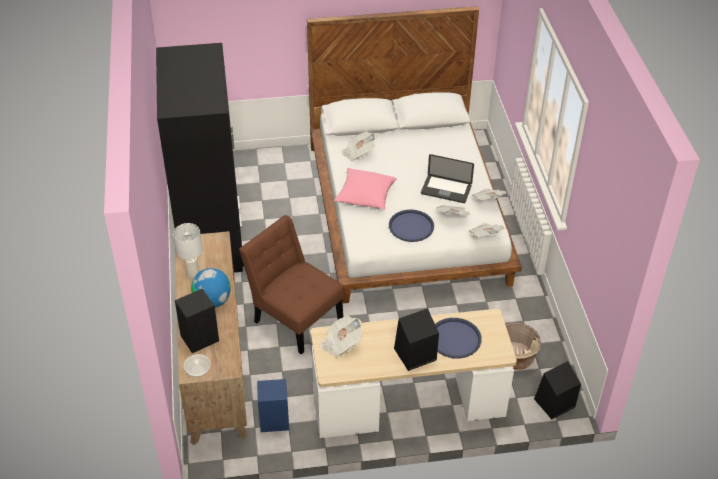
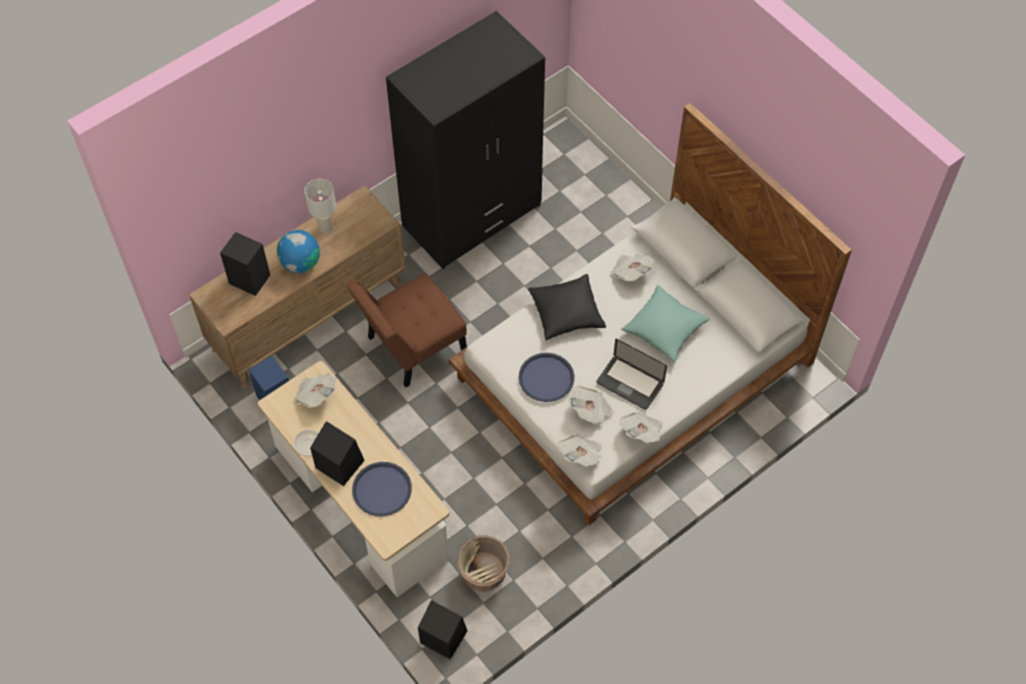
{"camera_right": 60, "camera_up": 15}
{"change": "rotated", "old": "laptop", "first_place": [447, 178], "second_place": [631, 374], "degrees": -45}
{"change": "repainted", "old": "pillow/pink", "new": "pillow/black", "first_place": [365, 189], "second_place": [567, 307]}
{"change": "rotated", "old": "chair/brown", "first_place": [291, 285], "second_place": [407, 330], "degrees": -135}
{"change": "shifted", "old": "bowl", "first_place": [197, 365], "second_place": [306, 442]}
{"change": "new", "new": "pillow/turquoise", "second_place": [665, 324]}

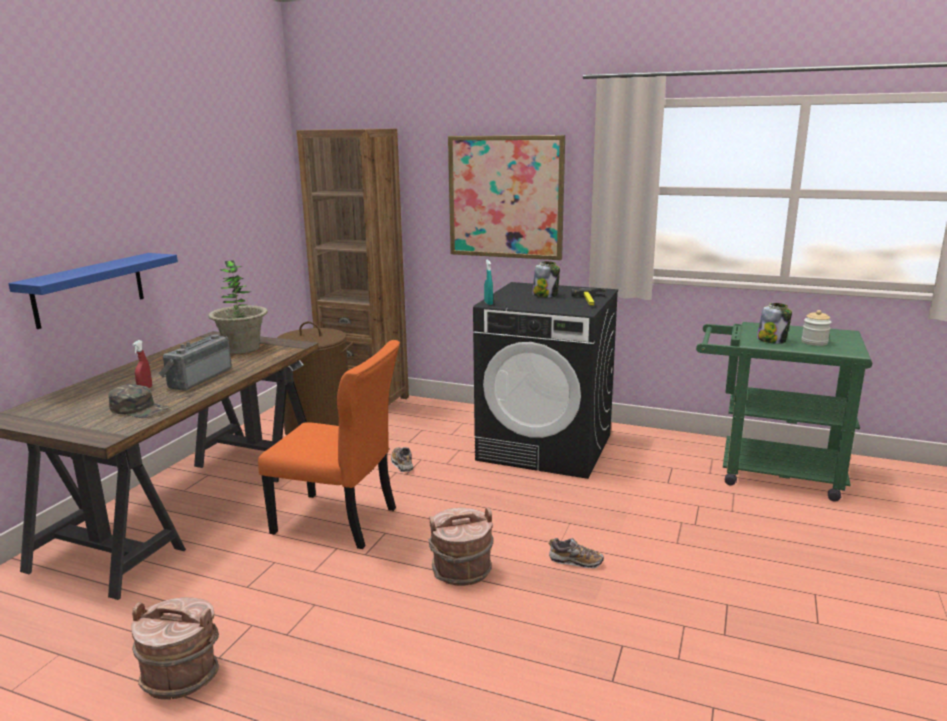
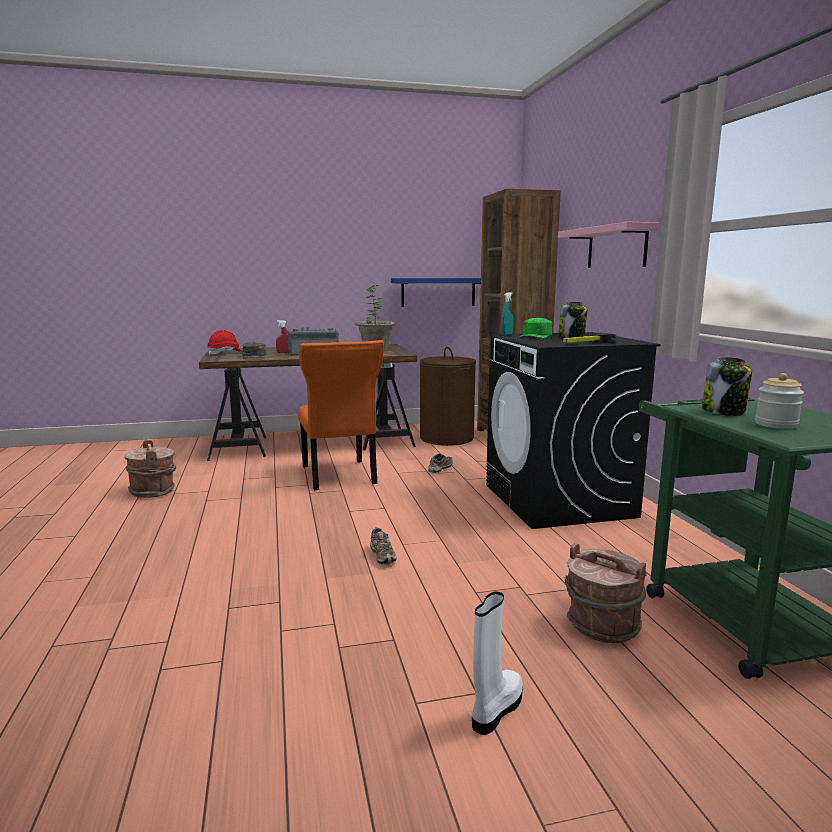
{"camera_right": 55, "camera_up": -5}
{"change": "swapped", "old": "picture", "new": "shelf/pink", "first_place": [506, 197], "second_place": [608, 245]}
{"change": "shifted", "old": "shelf/blue", "first_place": [93, 291], "second_place": [436, 292]}
{"change": "shifted", "old": "bucket/brown", "first_place": [460, 546], "second_place": [606, 593]}
{"change": "new", "new": "cap/green", "second_place": [535, 328]}
{"change": "new", "new": "hard hat/red", "second_place": [224, 342]}
{"change": "new", "new": "boot/white", "second_place": [497, 663]}

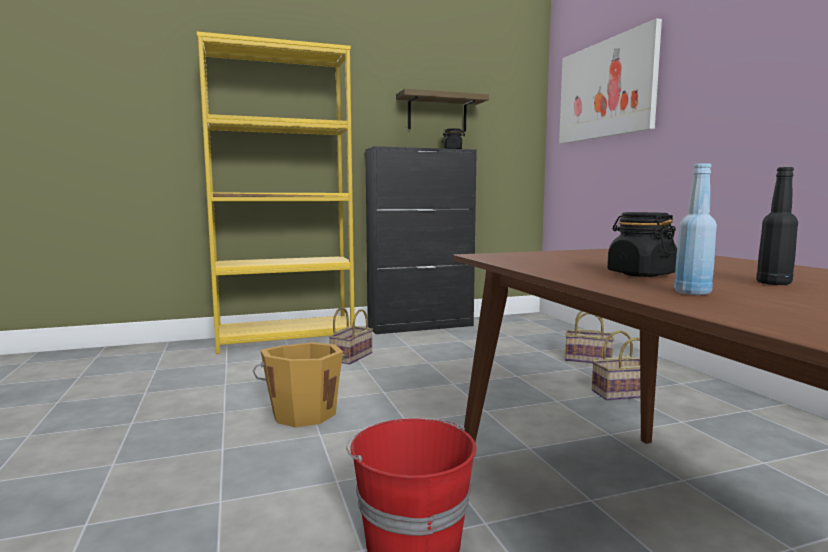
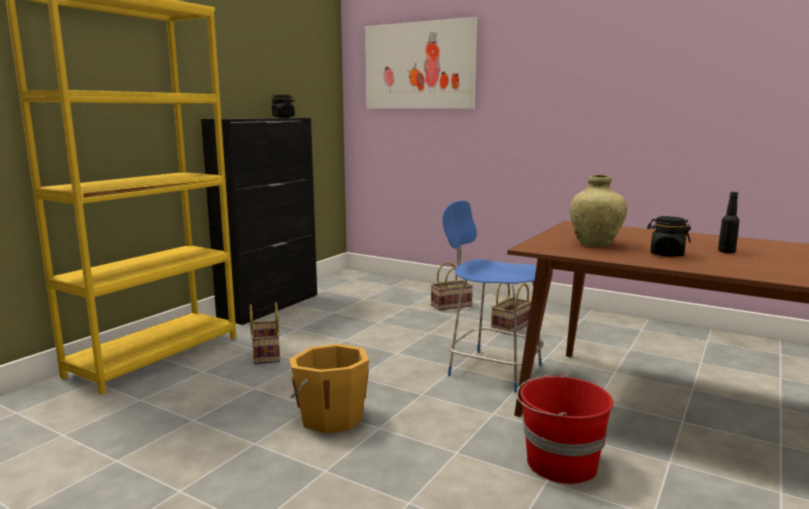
{"camera_right": -40, "camera_up": 5}
{"change": "gone", "old": "shelf", "first_place": [442, 110]}
{"change": "gone", "old": "bottle/blue", "first_place": [695, 229]}
{"change": "new", "new": "vase/beige", "second_place": [598, 211]}
{"change": "new", "new": "stool/blue", "second_place": [493, 297]}

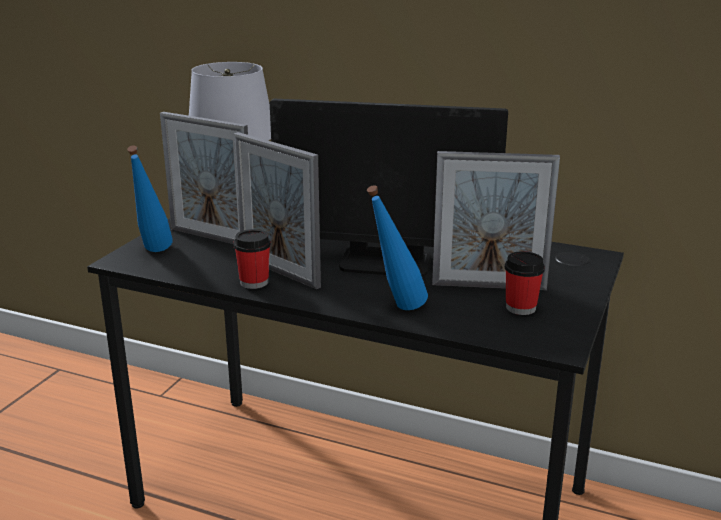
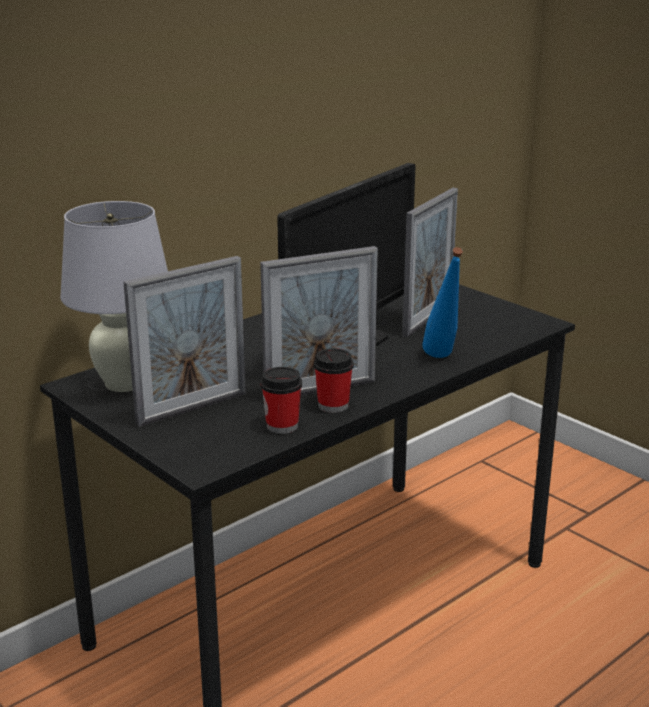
{"camera_right": -65, "camera_up": 0}
{"change": "gone", "old": "bottle/blue", "first_place": [150, 199]}
{"change": "shifted", "old": "cup", "first_place": [525, 283], "second_place": [281, 400]}

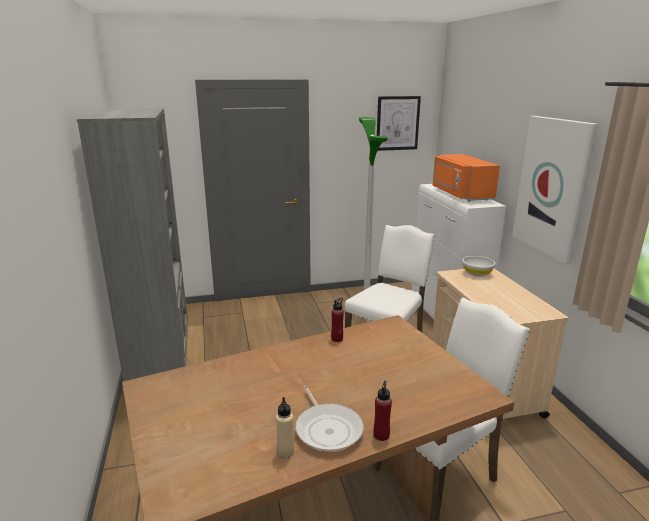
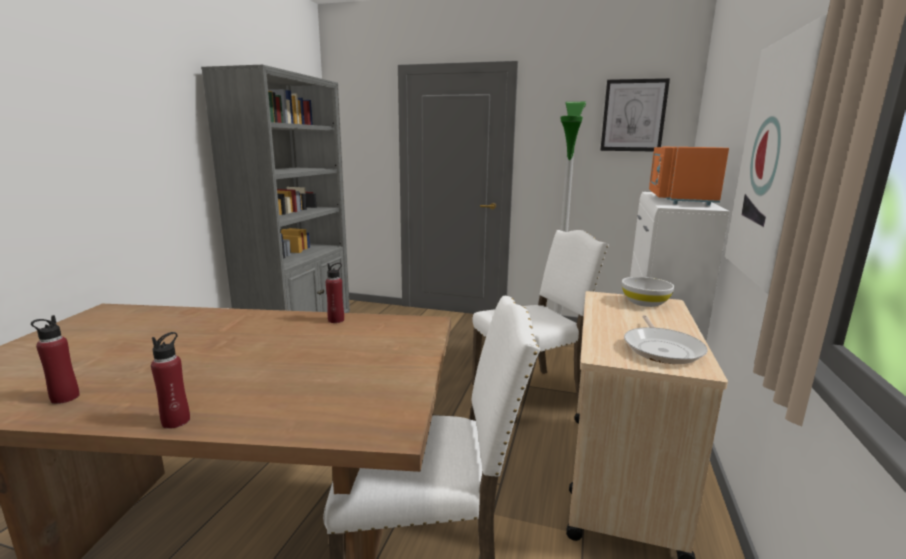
{"camera_right": 30, "camera_up": -5}
{"change": "shifted", "old": "frying pan", "first_place": [329, 419], "second_place": [666, 339]}
{"change": "repainted", "old": "bottle/beige", "new": "bottle/red", "first_place": [285, 427], "second_place": [55, 359]}

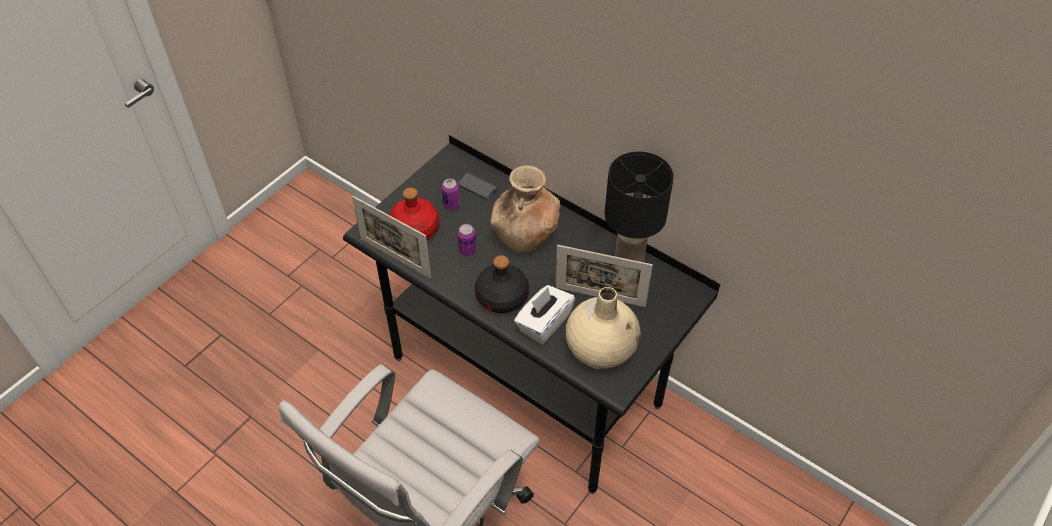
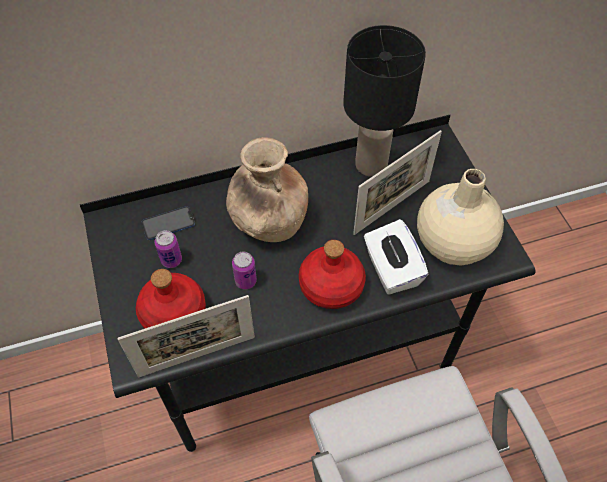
{"camera_right": -55, "camera_up": 5}
{"change": "repainted", "old": "bottle/black", "new": "bottle/red", "first_place": [502, 284], "second_place": [332, 274]}

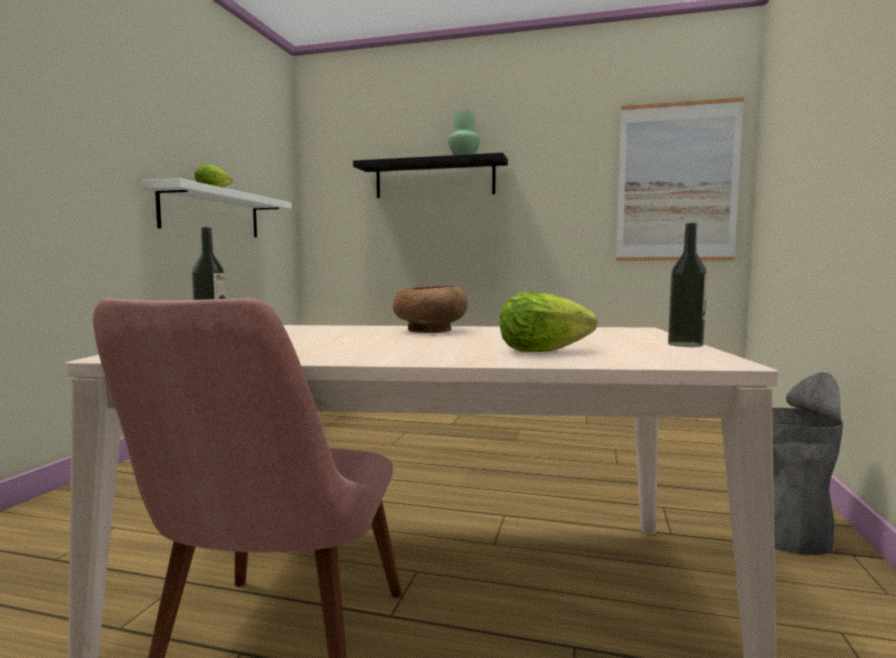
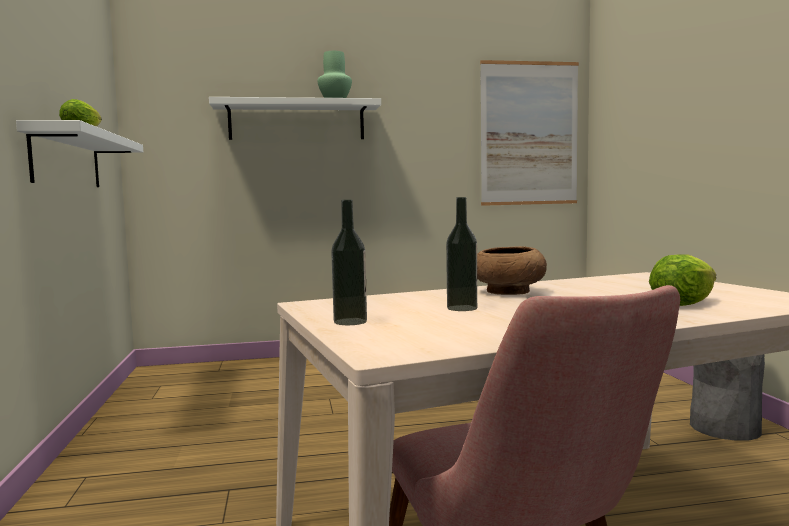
{"camera_right": -25, "camera_up": 0}
{"change": "repainted", "old": "shelf/black", "new": "shelf/white", "first_place": [430, 175], "second_place": [295, 118]}
{"change": "shifted", "old": "bottle", "first_place": [687, 285], "second_place": [461, 254]}

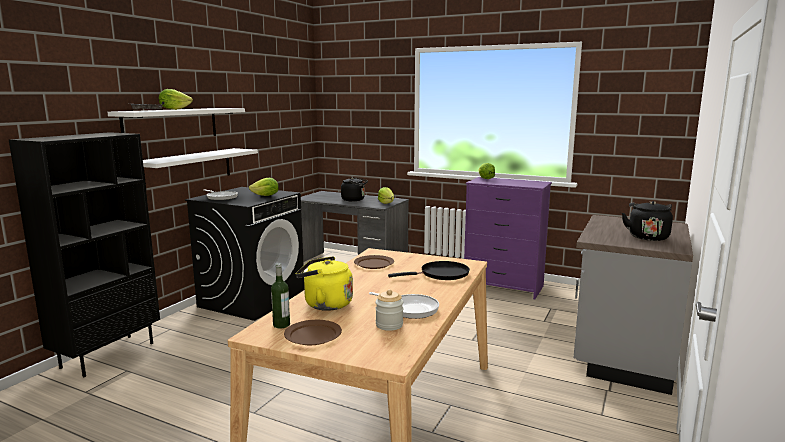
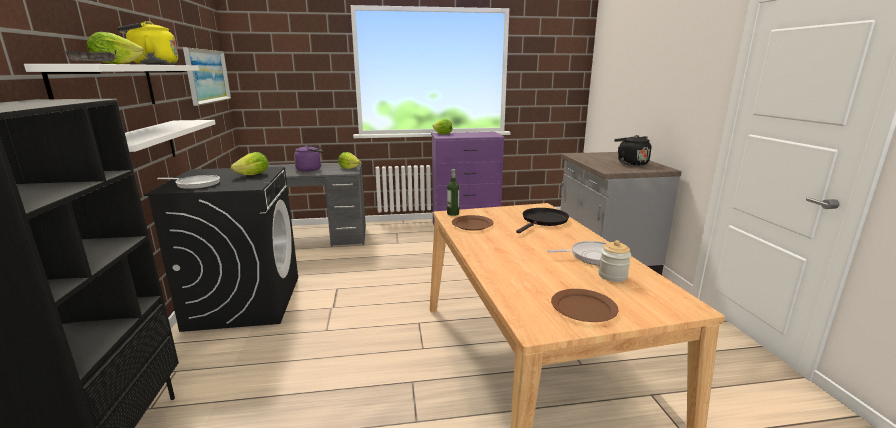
{"camera_right": -35, "camera_up": 5}
{"change": "repainted", "old": "kettle/black", "new": "kettle/purple", "first_place": [354, 189], "second_place": [308, 158]}
{"change": "shifted", "old": "kettle/yellow", "first_place": [324, 283], "second_place": [147, 43]}
{"change": "shifted", "old": "bottle", "first_place": [280, 296], "second_place": [453, 192]}
{"change": "new", "new": "picture", "second_place": [207, 77]}

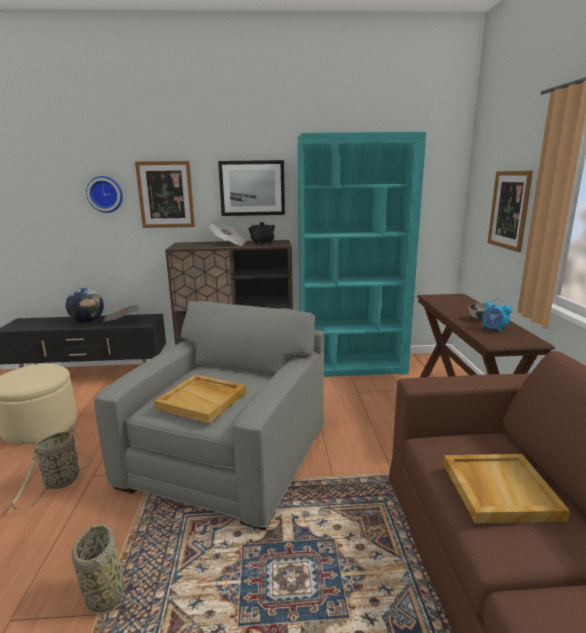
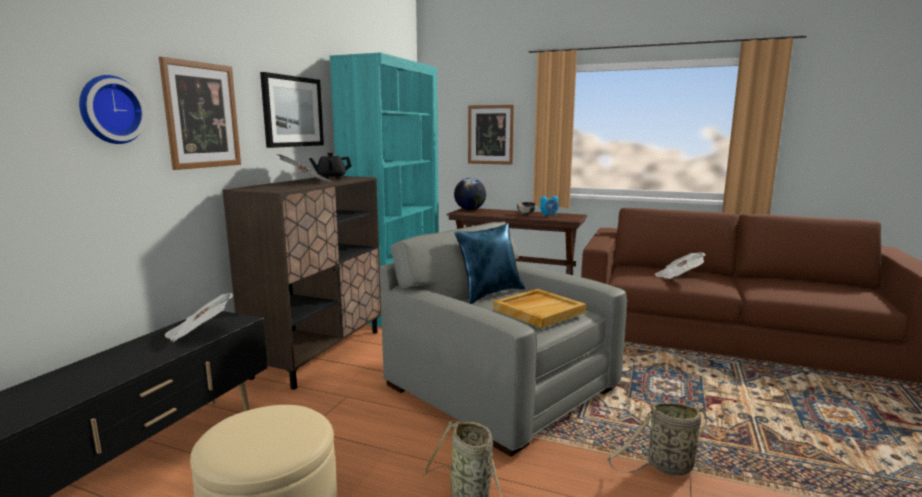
{"camera_right": -65, "camera_up": -5}
{"change": "shifted", "old": "globe", "first_place": [85, 305], "second_place": [470, 194]}
{"change": "swapped", "old": "tray/beige", "new": "newspaper", "first_place": [506, 488], "second_place": [680, 265]}
{"change": "new", "new": "pillow/blue", "second_place": [490, 263]}

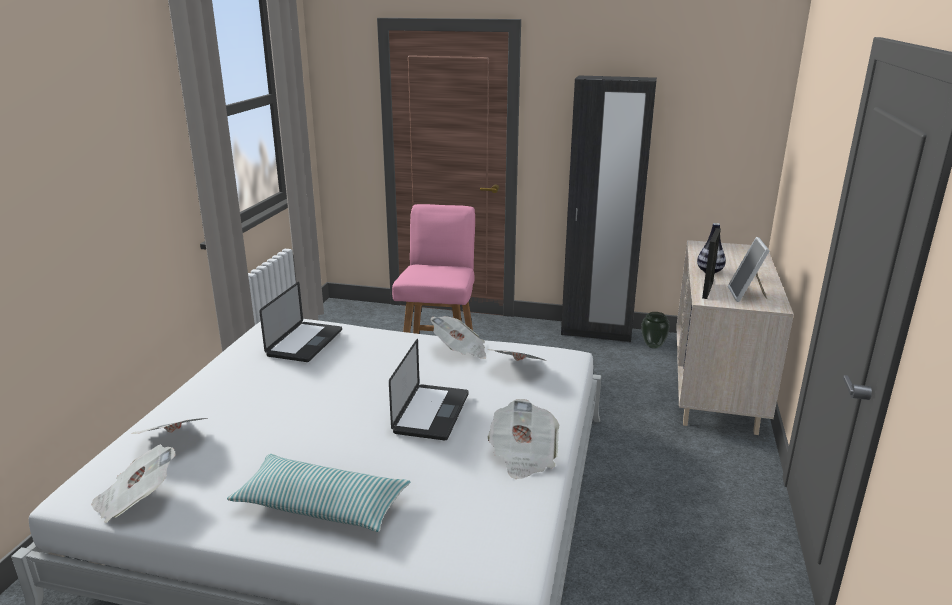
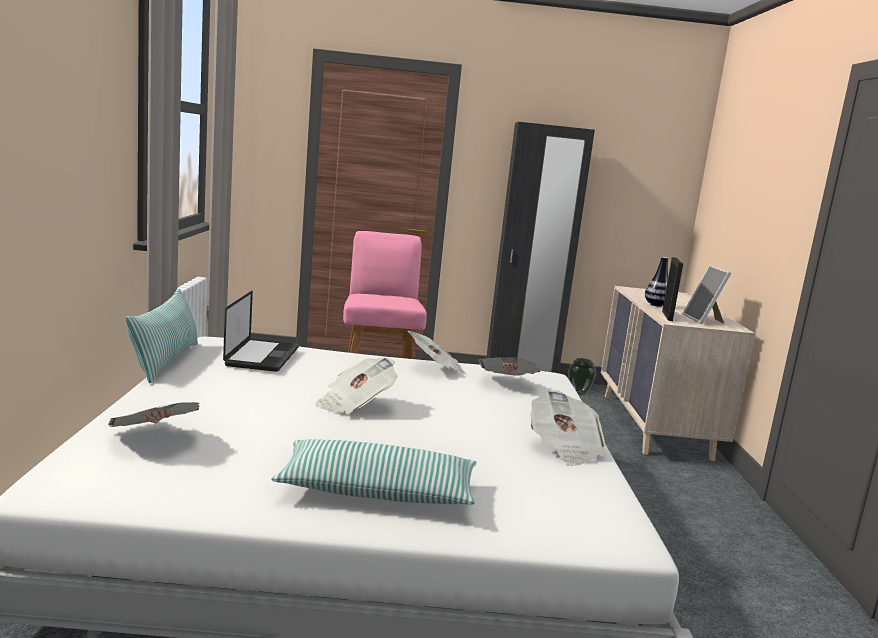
{"camera_right": -15, "camera_up": -10}
{"change": "gone", "old": "laptop", "first_place": [429, 389]}
{"change": "shifted", "old": "newspaper", "first_place": [133, 483], "second_place": [357, 385]}
{"change": "new", "new": "pillow", "second_place": [162, 336]}

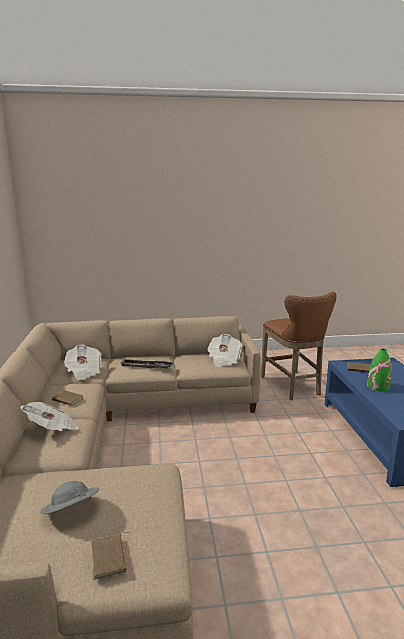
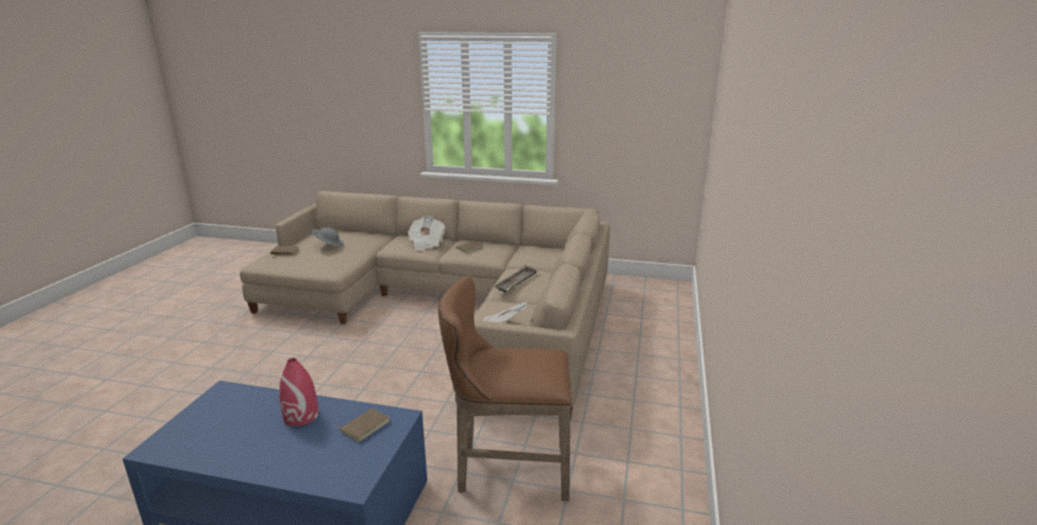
{"camera_right": 110, "camera_up": 5}
{"change": "gone", "old": "newspaper", "first_place": [82, 362]}
{"change": "repainted", "old": "vase/green", "new": "vase/red", "first_place": [379, 370], "second_place": [299, 392]}

